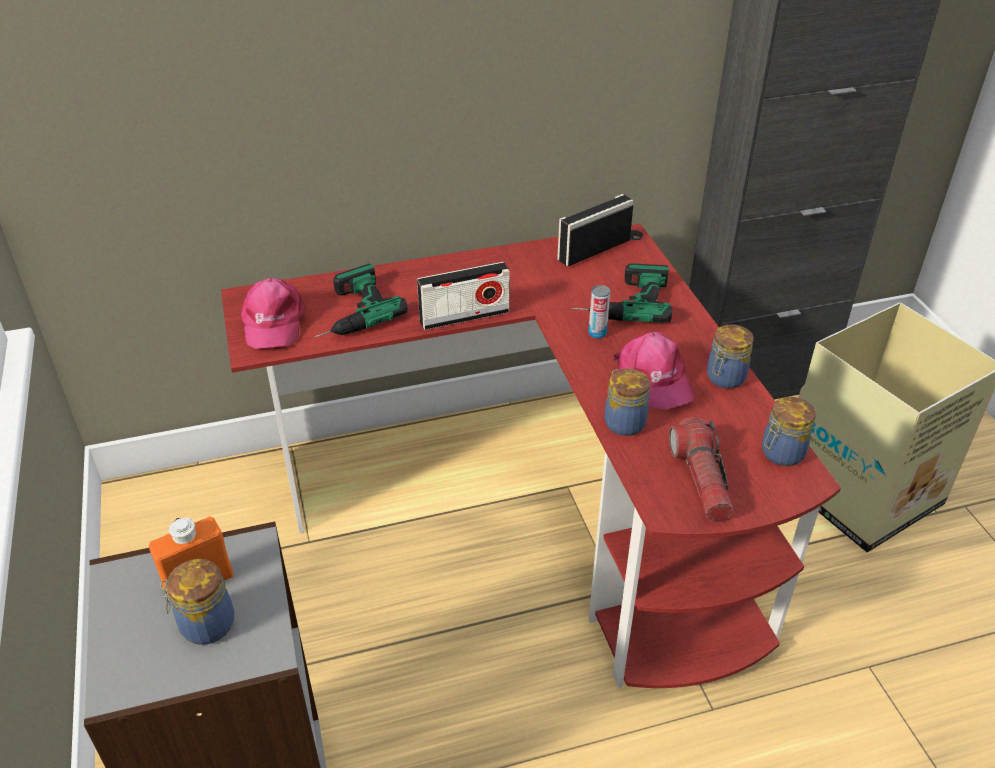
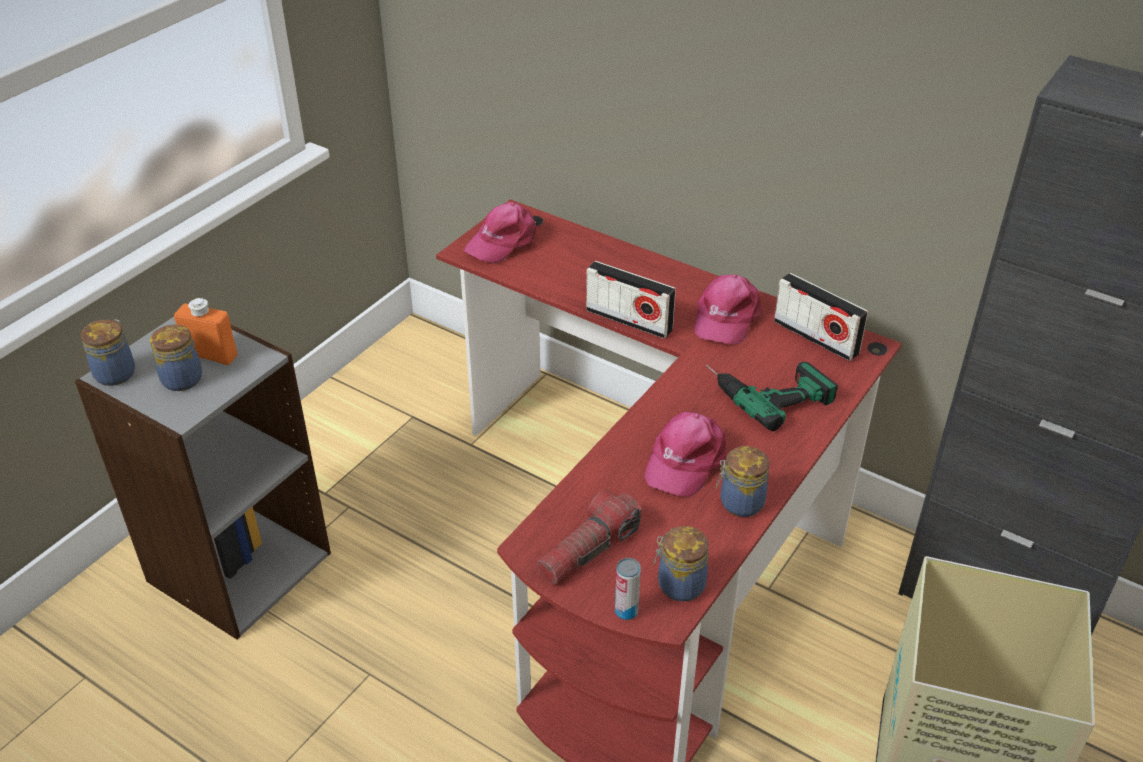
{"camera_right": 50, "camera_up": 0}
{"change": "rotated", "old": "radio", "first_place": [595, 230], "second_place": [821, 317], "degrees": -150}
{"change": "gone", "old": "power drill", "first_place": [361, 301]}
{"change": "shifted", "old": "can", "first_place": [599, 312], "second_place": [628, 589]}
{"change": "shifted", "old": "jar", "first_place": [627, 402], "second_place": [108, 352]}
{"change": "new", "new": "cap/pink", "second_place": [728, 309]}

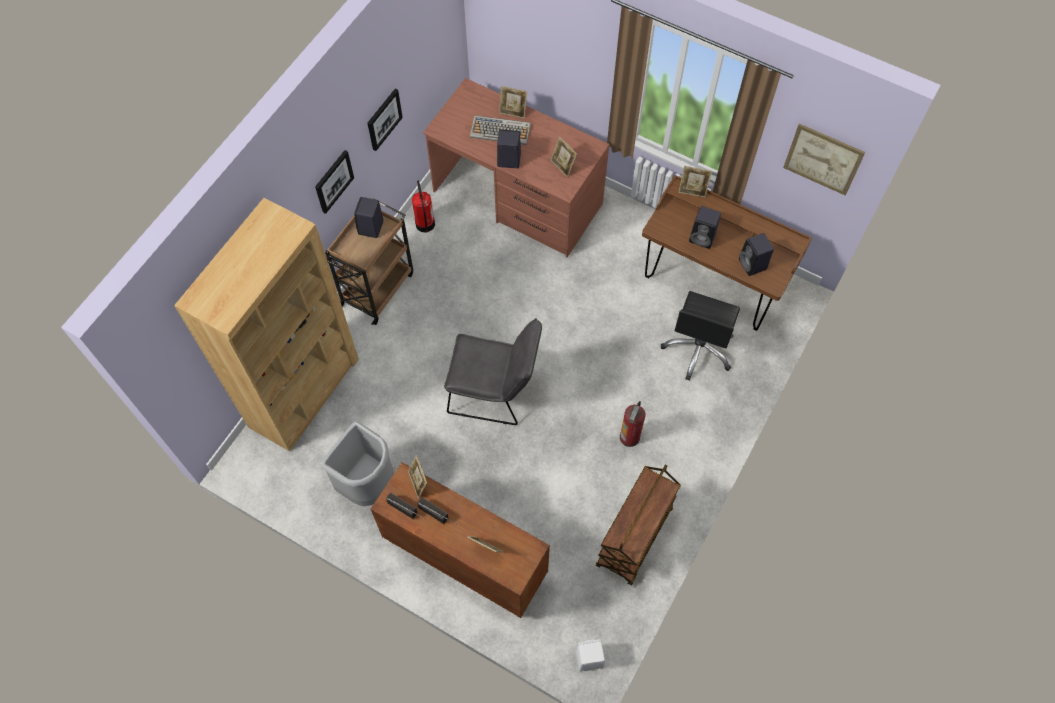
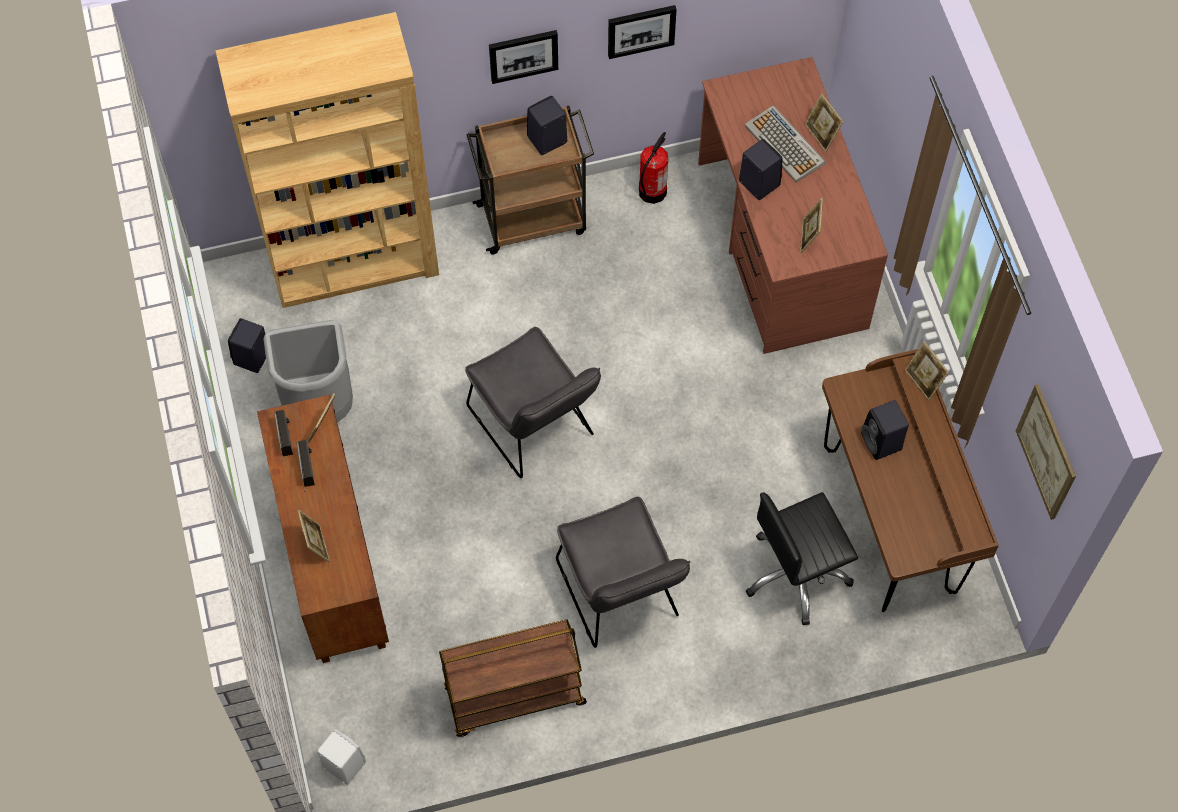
{"camera_right": 45, "camera_up": 0}
{"change": "shifted", "old": "speaker/black", "first_place": [756, 254], "second_place": [247, 345]}
{"change": "swapped", "old": "fire extinguisher", "new": "chair/grey", "first_place": [633, 424], "second_place": [623, 572]}

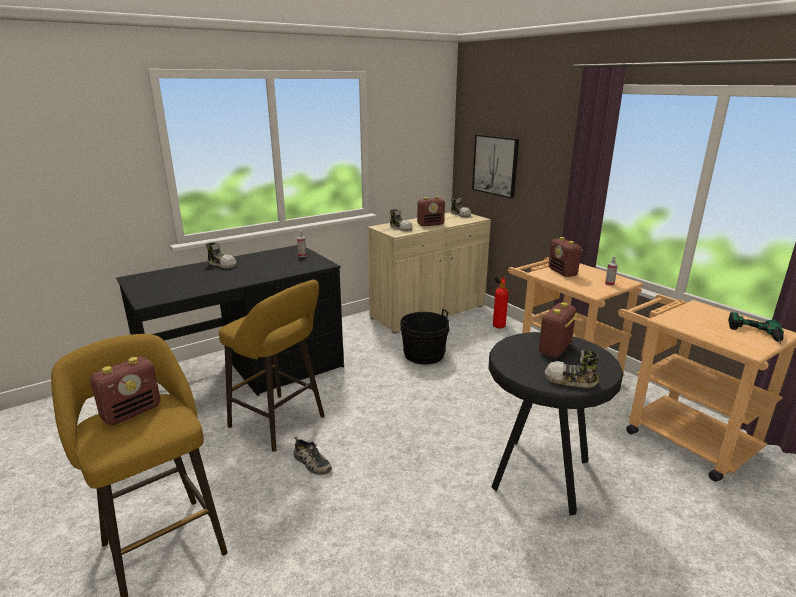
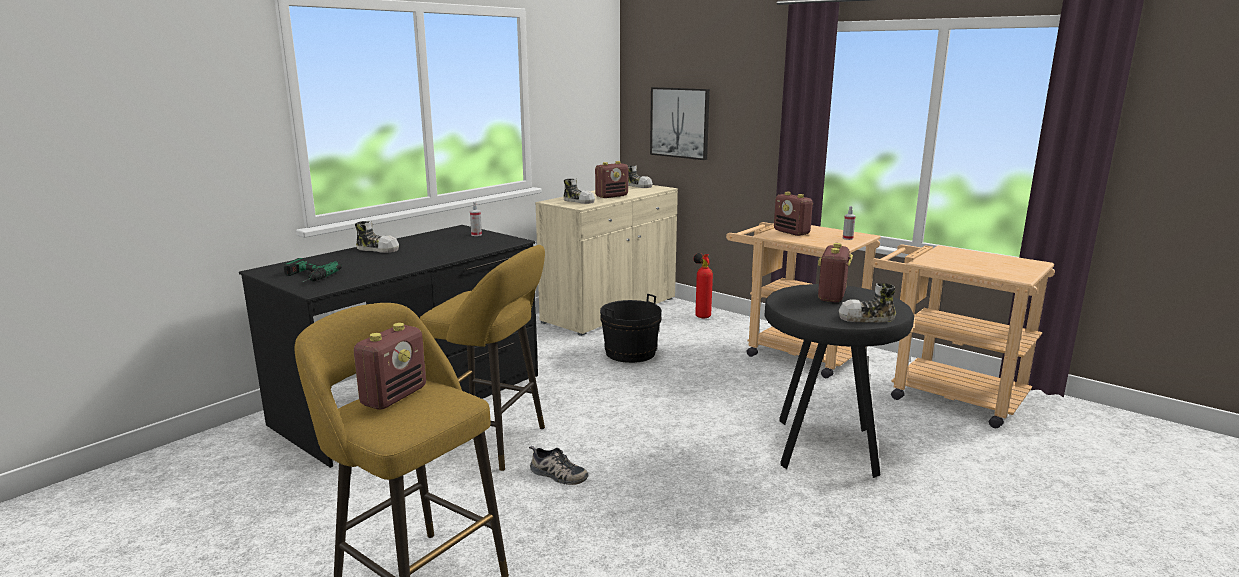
{"camera_right": -15, "camera_up": -5}
{"change": "shifted", "old": "power drill", "first_place": [756, 328], "second_place": [313, 270]}

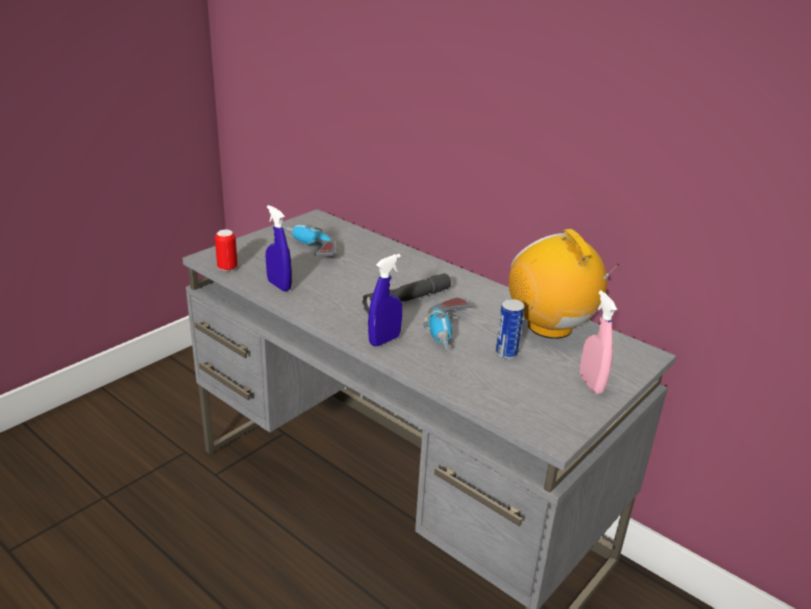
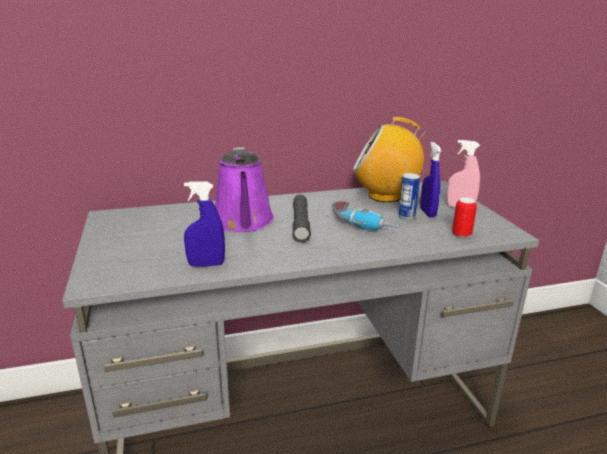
{"camera_right": -55, "camera_up": -5}
{"change": "gone", "old": "power drill", "first_place": [309, 240]}
{"change": "shifted", "old": "can", "first_place": [226, 250], "second_place": [464, 217]}
{"change": "shifted", "old": "spray bottle/blue", "first_place": [385, 300], "second_place": [431, 179]}
{"change": "new", "new": "watering can/purple", "second_place": [244, 189]}

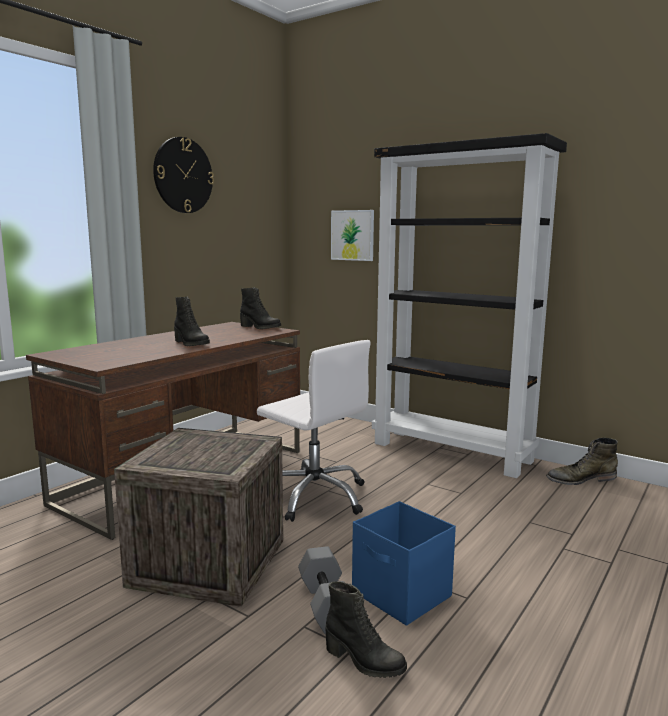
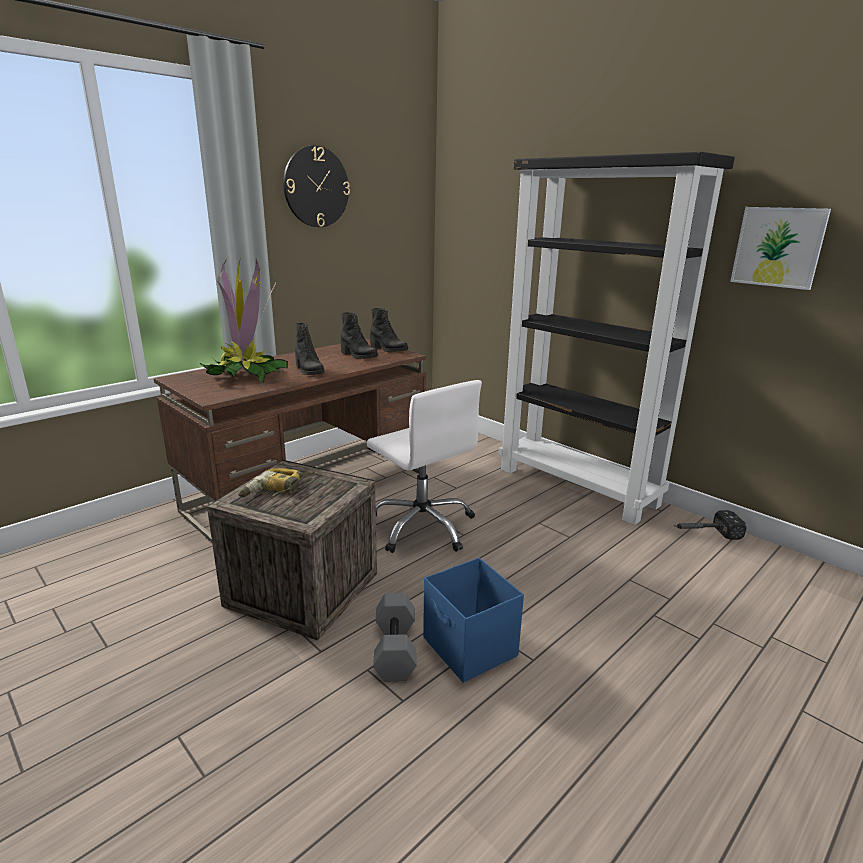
{"camera_right": 10, "camera_up": 10}
{"change": "shifted", "old": "picture", "first_place": [352, 235], "second_place": [780, 248]}
{"change": "swapped", "old": "boot/green", "new": "hammer", "first_place": [582, 461], "second_place": [710, 525]}
{"change": "shifted", "old": "boot/black", "first_place": [366, 630], "second_place": [359, 335]}
{"change": "new", "new": "potted plant", "second_place": [244, 320]}
{"change": "new", "new": "power drill", "second_place": [276, 482]}

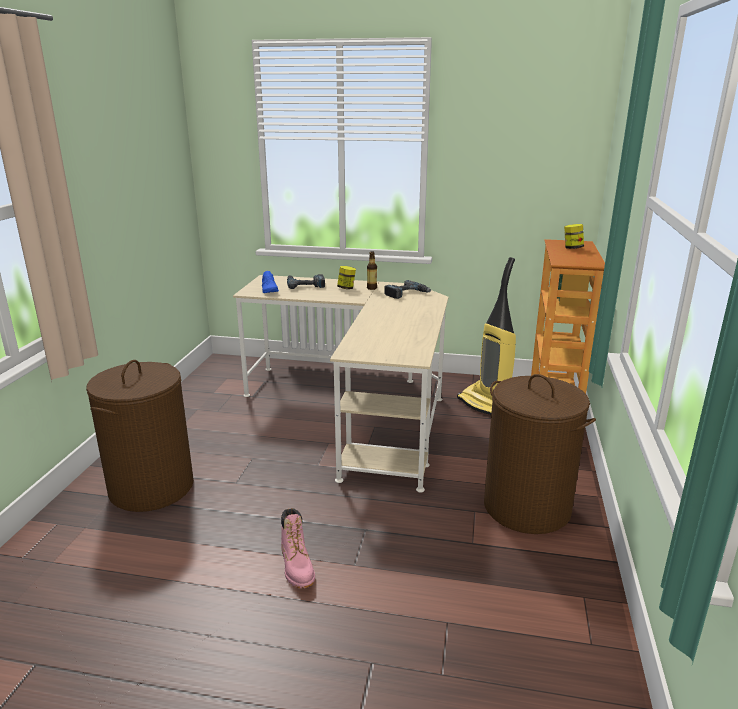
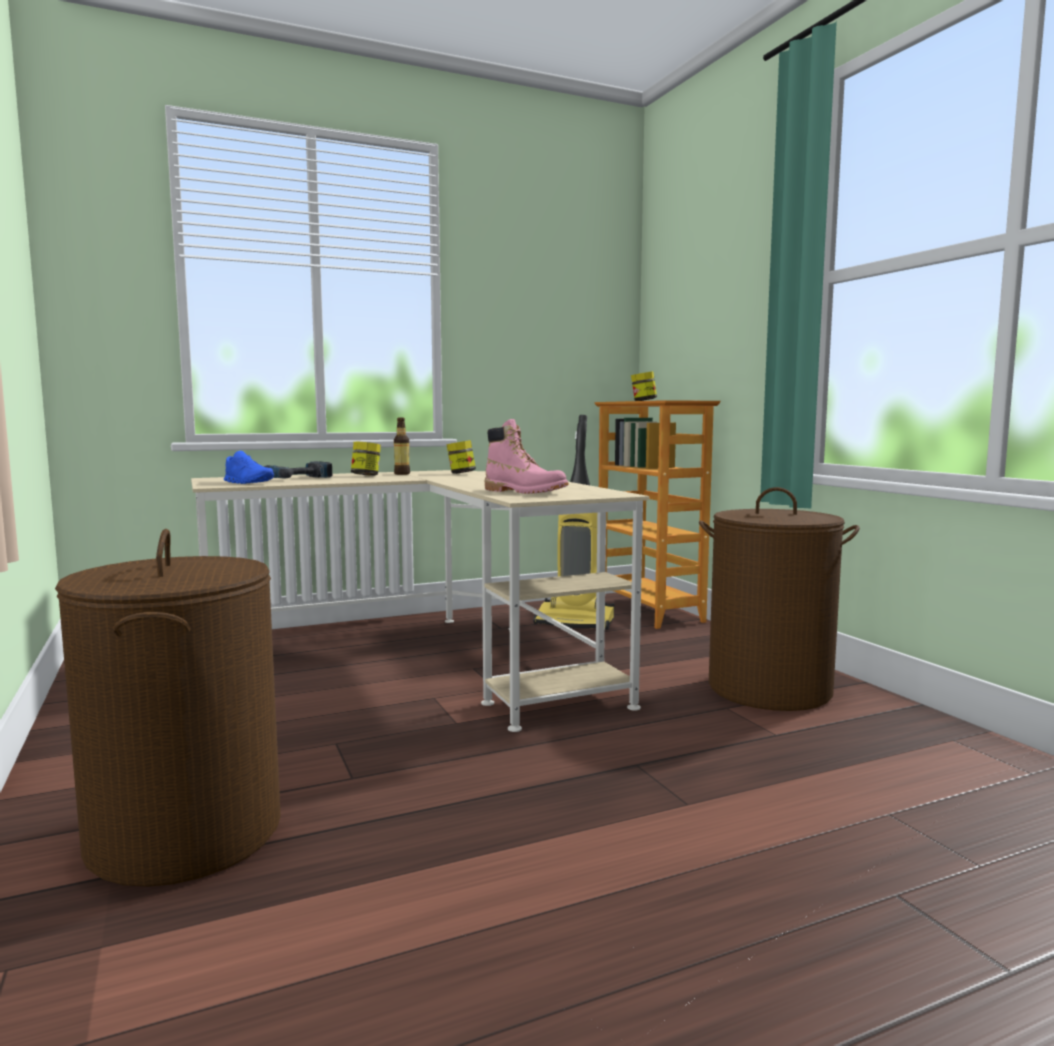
{"camera_right": -35, "camera_up": -15}
{"change": "swapped", "old": "power drill", "new": "jar", "first_place": [407, 289], "second_place": [461, 457]}
{"change": "shifted", "old": "boot/pink", "first_place": [298, 548], "second_place": [527, 456]}

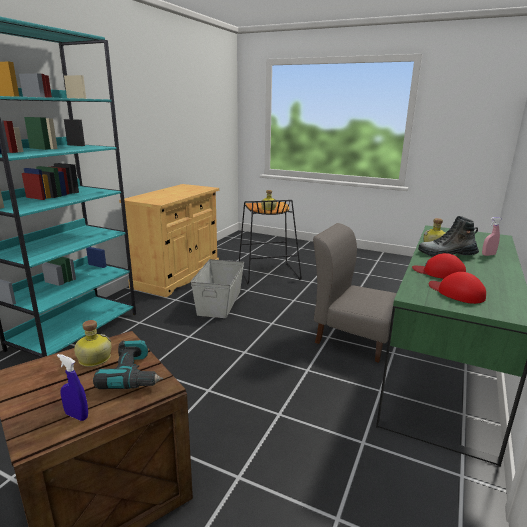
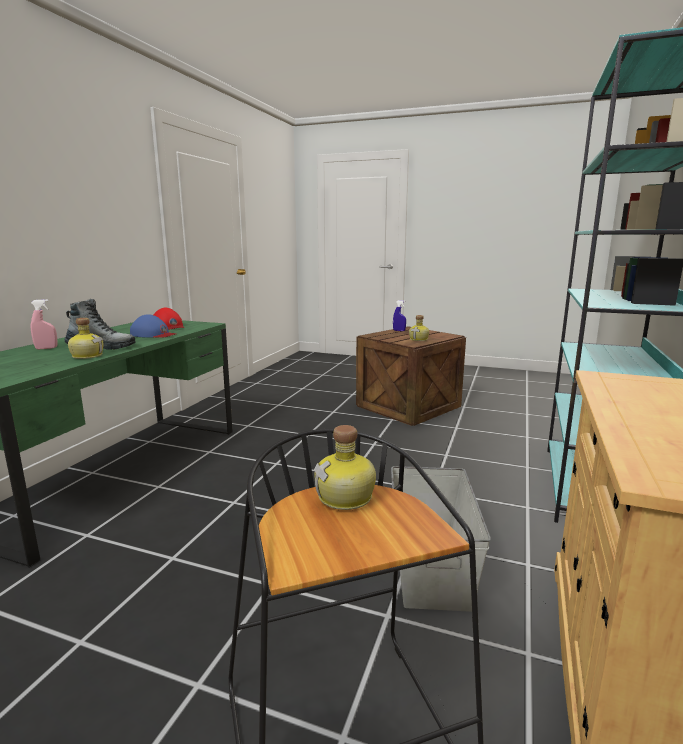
{"camera_right": 175, "camera_up": -5}
{"change": "gone", "old": "chair/grey", "first_place": [355, 293]}
{"change": "repainted", "old": "cap/red", "new": "cap/blue", "first_place": [439, 266], "second_place": [153, 326]}
{"change": "gone", "old": "power drill", "first_place": [128, 364]}

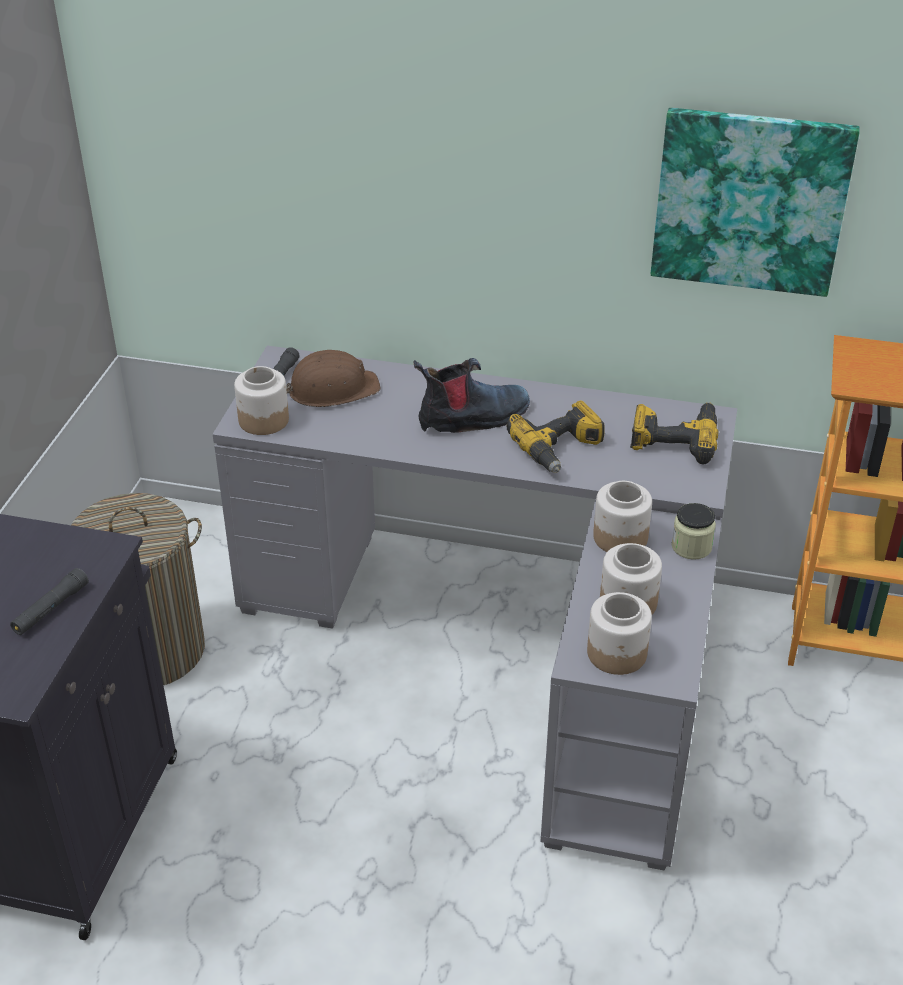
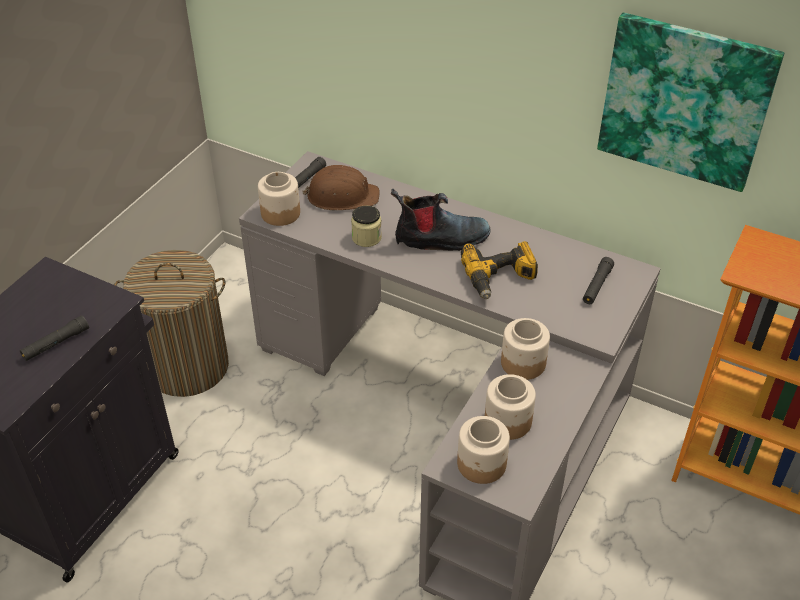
{"camera_right": 15, "camera_up": 5}
{"change": "swapped", "old": "power drill", "new": "flashlight/black", "first_place": [674, 433], "second_place": [598, 280]}
{"change": "shifted", "old": "jar", "first_place": [693, 531], "second_place": [366, 226]}

